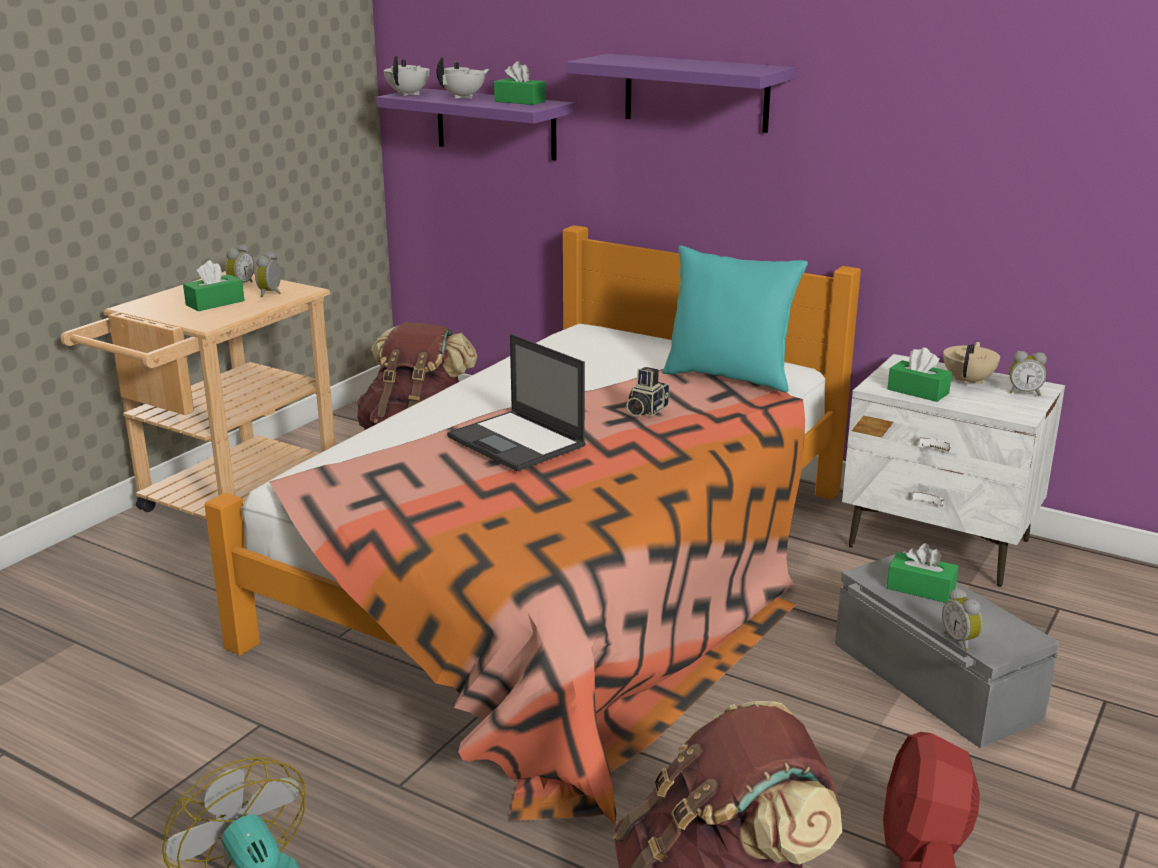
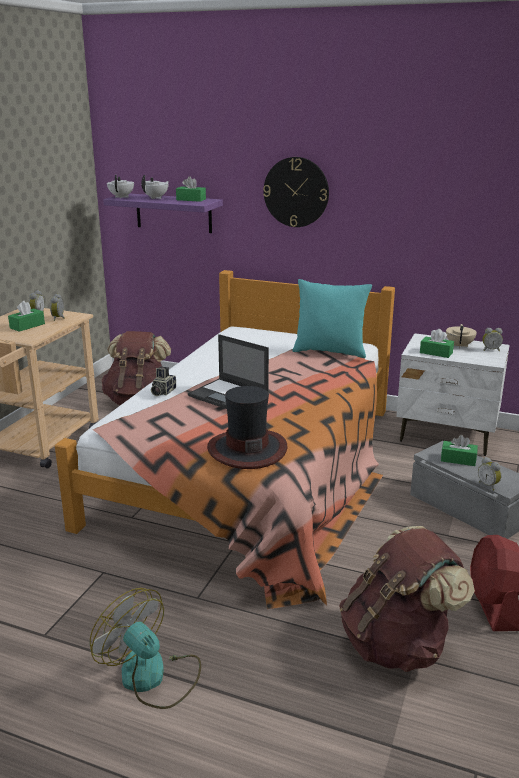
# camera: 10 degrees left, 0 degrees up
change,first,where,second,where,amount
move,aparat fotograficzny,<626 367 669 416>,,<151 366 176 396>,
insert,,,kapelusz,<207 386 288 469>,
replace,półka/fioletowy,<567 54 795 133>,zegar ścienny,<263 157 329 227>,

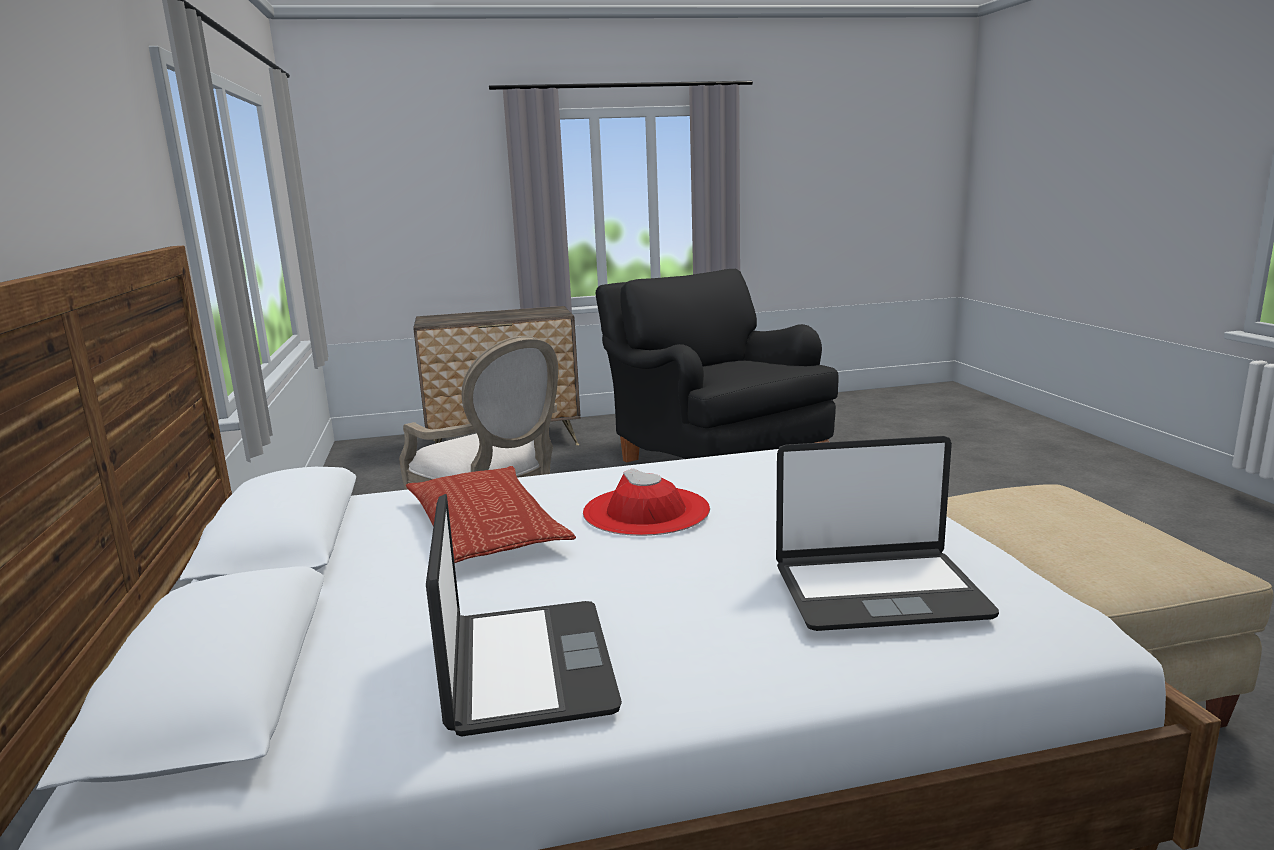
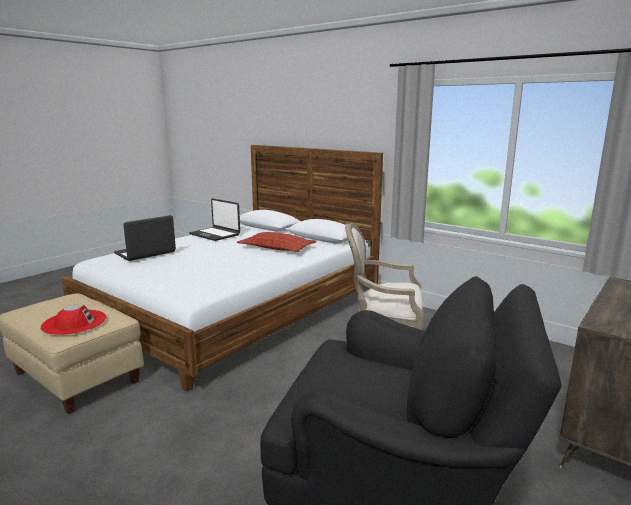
# camera: 140 degrees right, 0 degrees up
change,first,where,second,where,amount
move,kapelusz/czerwony,<583 468 710 536>,,<41 305 106 335>,

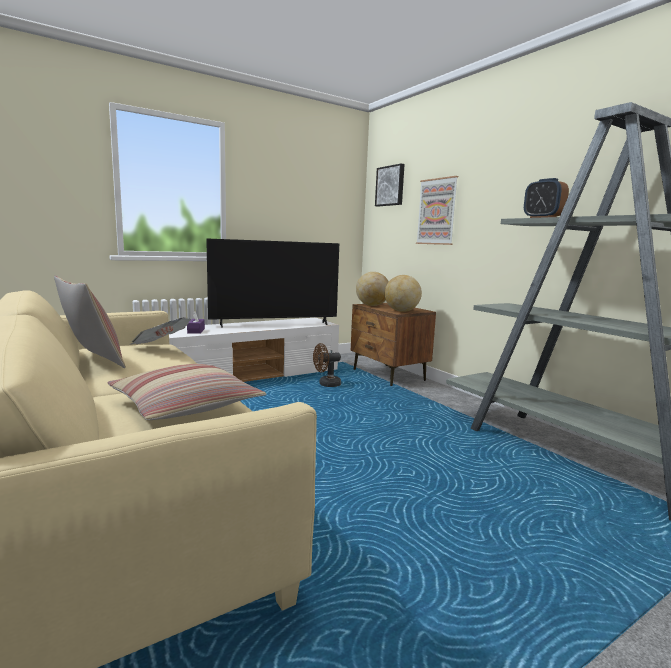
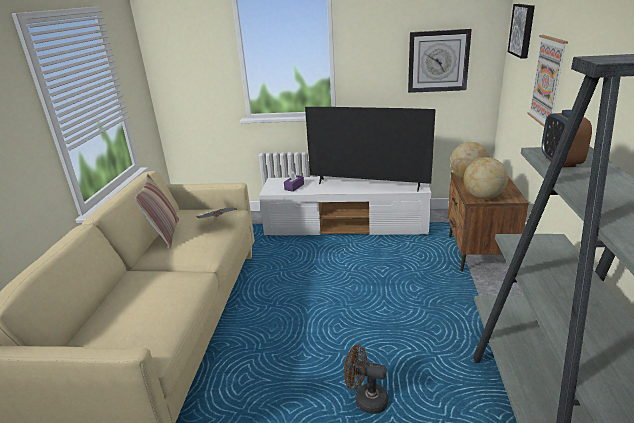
# camera: 40 degrees right, 15 degrees up
change,first,where,second,where,amount
move,wentylator/brązowy,<313 343 341 387>,,<344 344 388 414>,
insert,,,zegar ścienny,<408 29 472 93>,
delete,poduszka,<107 364 266 420>,,,

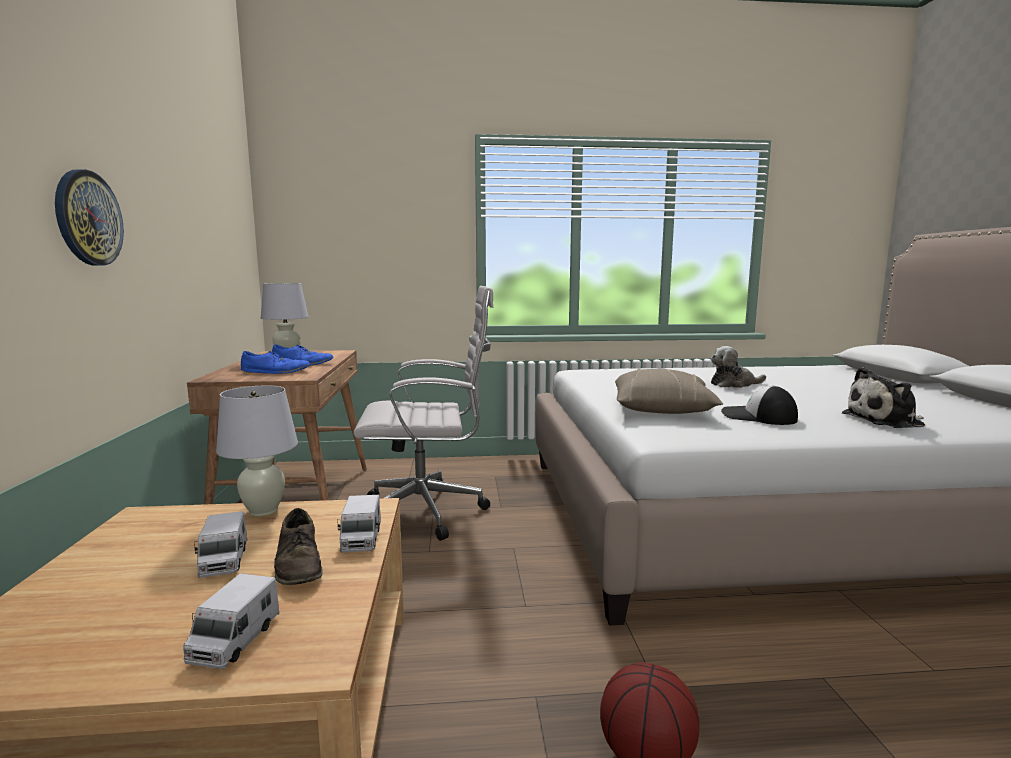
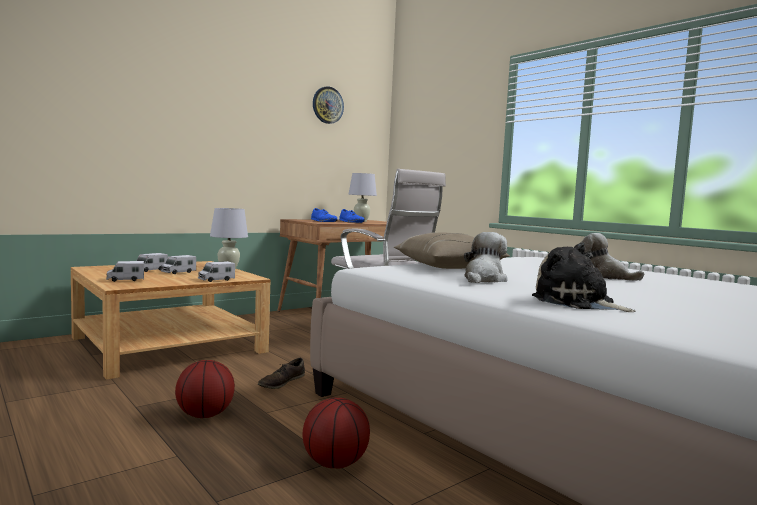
# camera: 55 degrees right, 5 degrees down
change,first,where,second,where,amount
insert,,,ciężarówka zabawkowa,<137 253 168 272>,
move,but/brązowy,<274 508 323 585>,,<258 358 305 389>,
insert,,,piłka do koszykówki,<303 398 370 469>,
move,zegar ścienny,<55 169 124 266>,,<313 86 344 124>,
replace,czapka z daszkiem,<721 386 798 425>,pluszak,<464 232 507 283>,

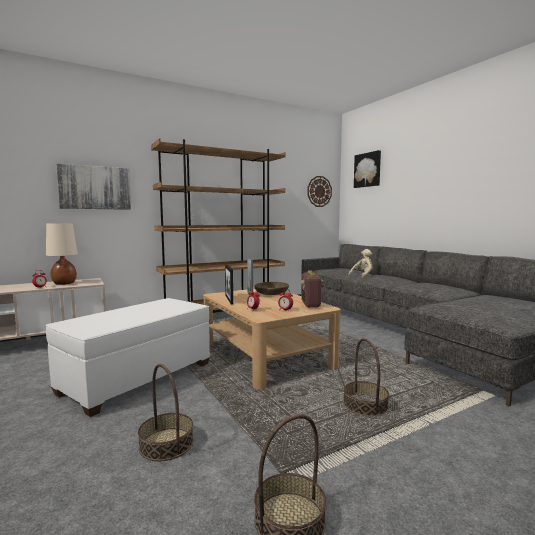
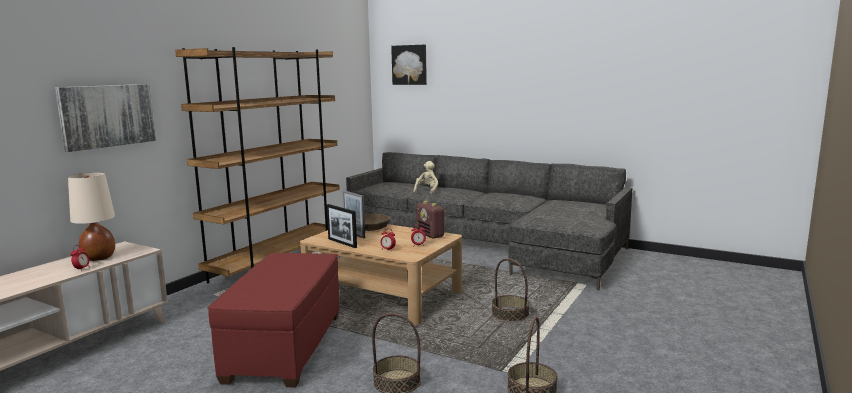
# camera: 30 degrees left, 5 degrees up
change,first,where,second,where,amount
recolor,pufa/biały,<45 298 210 417>,pufa/czerwony,<208 253 340 388>,
delete,zegar ścienny,<307 176 332 207>,,,

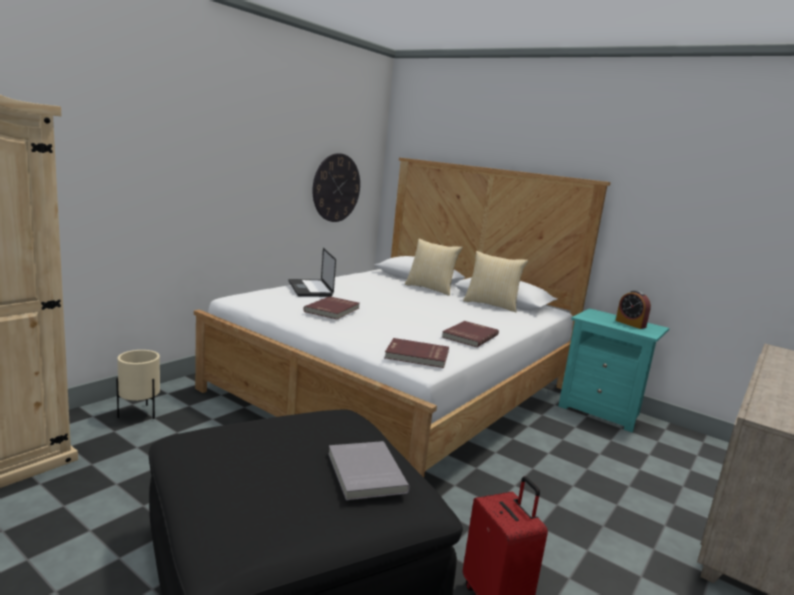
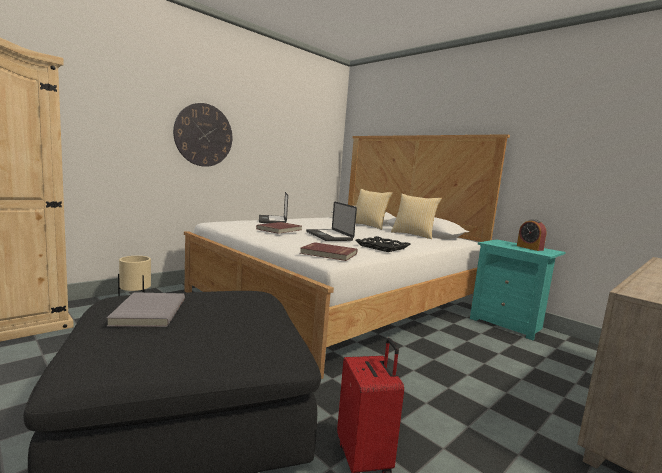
# camera: 10 degrees right, 5 degrees down
change,first,where,second,where,amount
move,książka/szary,<328 441 410 500>,,<107 292 185 327>,
move,zegar ścienny,<313 153 360 222>,,<173 103 232 167>,
insert,,,laptop,<306 201 357 241>,
replace,książka/czerwony,<442 321 499 347>,taca/czarny,<355 236 410 252>,

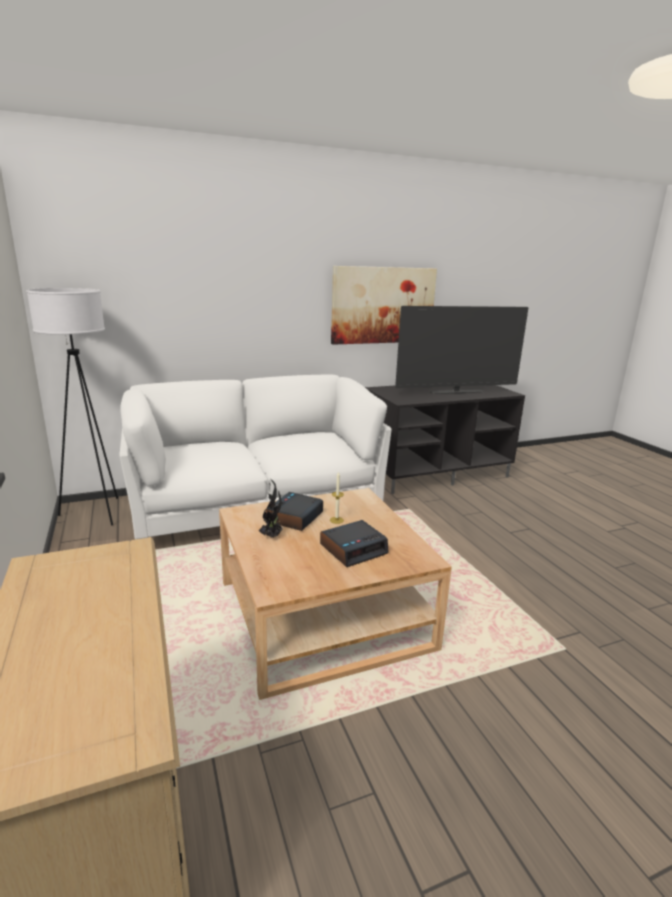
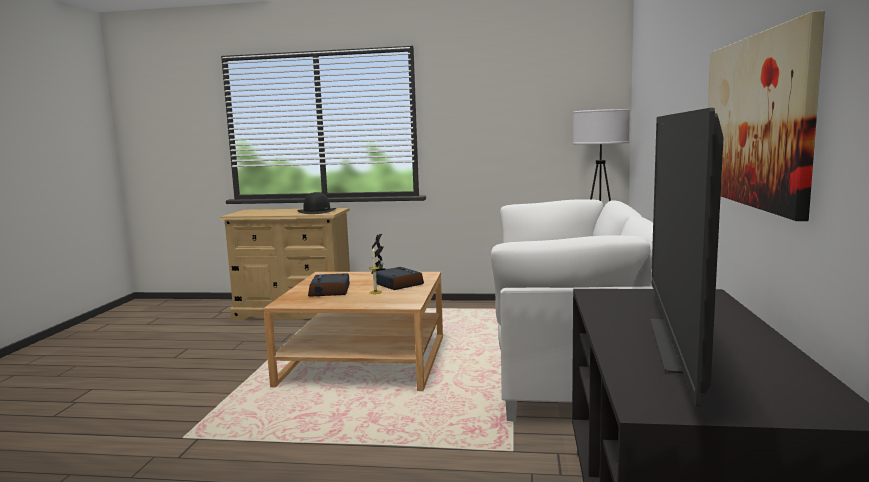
# camera: 120 degrees right, 10 degrees down
change,first,where,second,where,amount
insert,,,kapelusz/czarny,<297 192 336 214>,

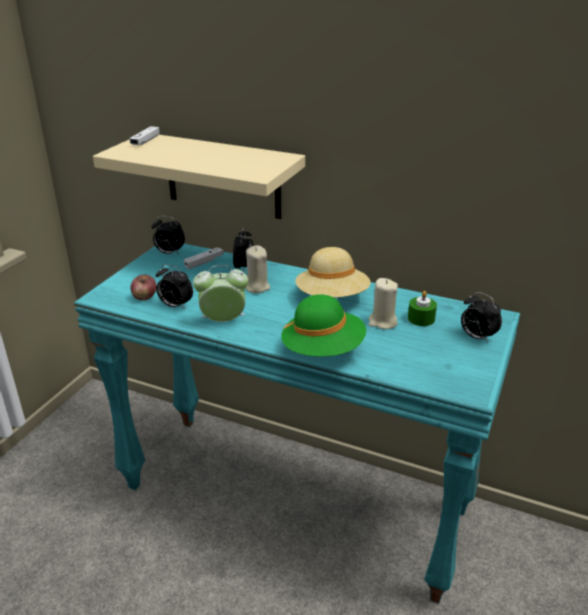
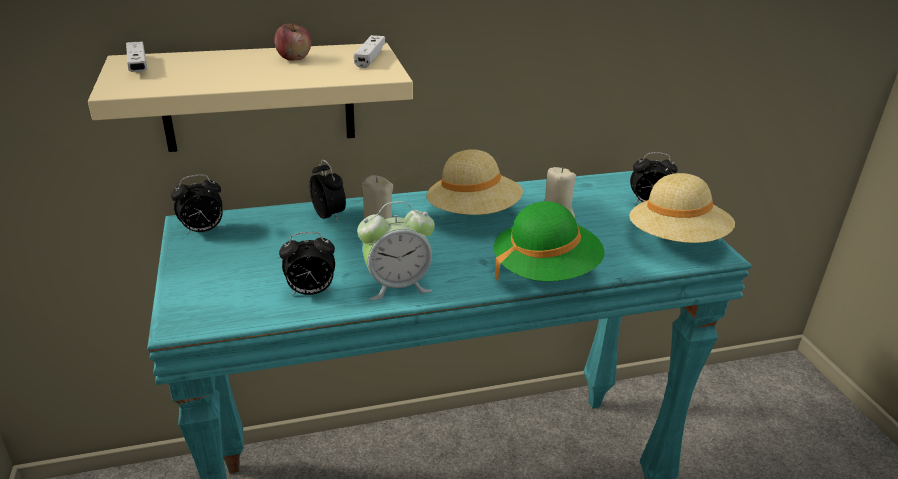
# camera: 40 degrees left, 0 degrees up
change,first,where,second,where,amount
move,jabłko,<131 275 157 300>,,<274 23 311 61>,
move,pad do gier/biały,<184 247 223 269>,,<354 35 386 68>,
rotate,budzik,<193 265 248 322>,,<357 201 435 300>,150 degrees counterclockwise
insert,,,kapelusz/beżowy,<629 173 735 243>,
delete,świeca/zielony,<408 291 437 326>,,,

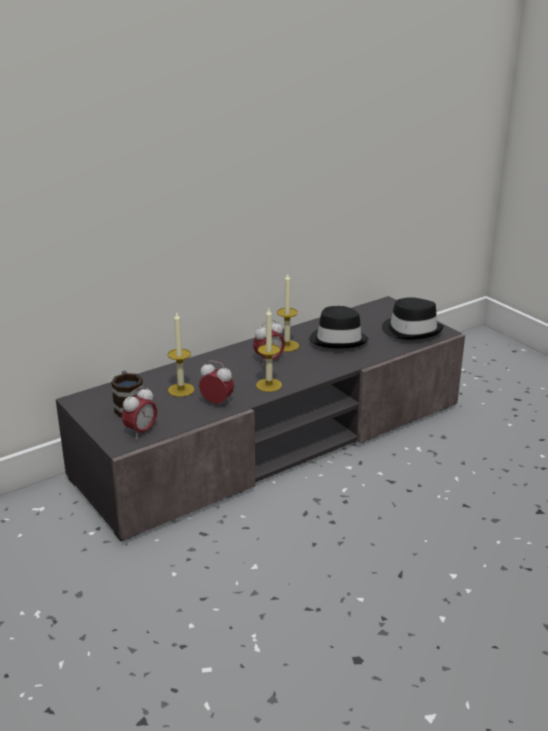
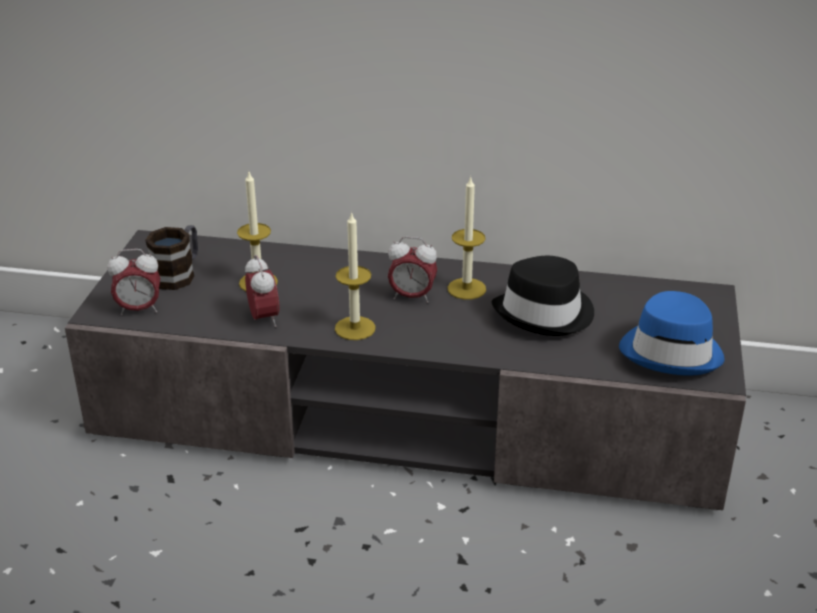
# camera: 45 degrees right, 5 degrees up
change,first,where,second,where,amount
recolor,kapelusz/czarny,<382 297 444 340>,kapelusz/niebieski,<619 291 725 376>,

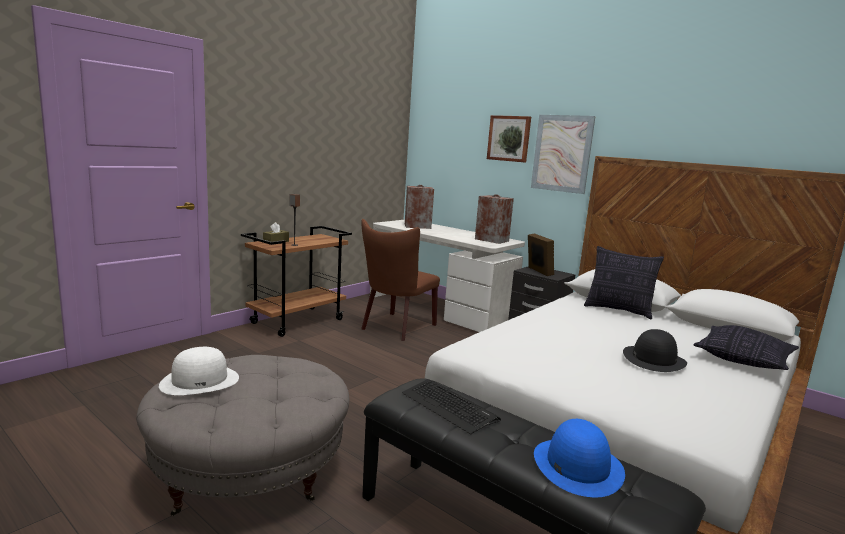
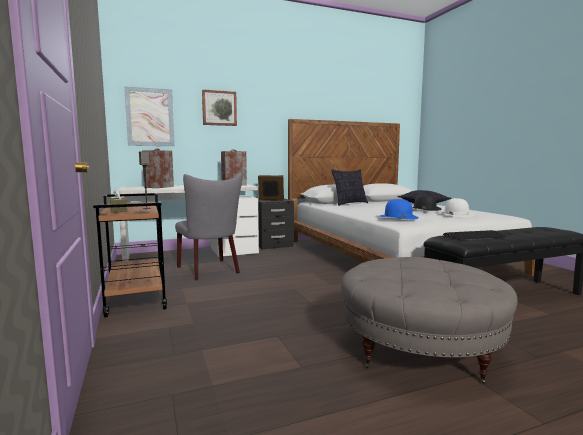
# camera: 60 degrees left, 5 degrees down
change,first,where,second,where,amount
move,obraz,<531 115 596 194>,,<124 86 175 146>,
recolor,krzesło/brązowy,<361 219 440 341>,krzesło/szary,<175 173 242 280>,
move,kapelusz/niebieski,<534 419 625 497>,,<379 199 418 219>,
move,kapelusz/biały,<159 347 239 395>,,<439 198 475 217>,

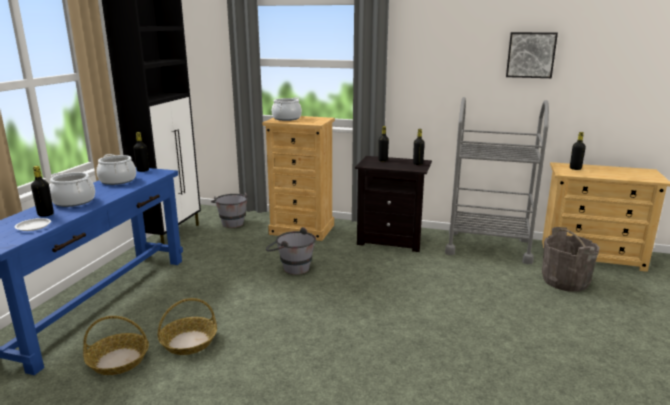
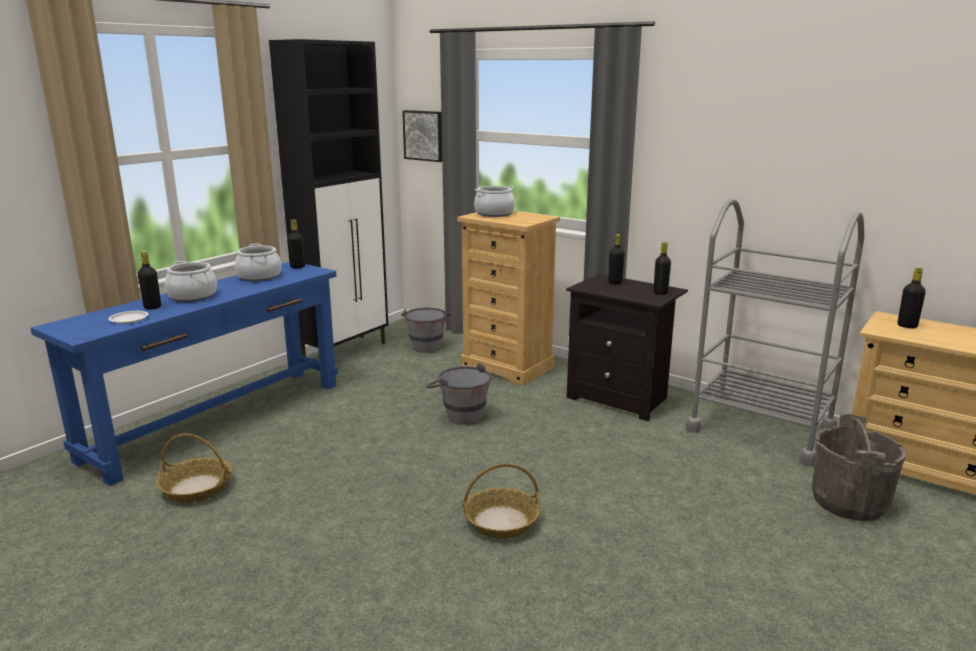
# camera: 20 degrees right, 0 degrees up
change,first,where,second,where,amount
move,obraz,<506 32 558 78>,,<402 110 442 162>,
move,koszyk,<157 298 217 355>,,<463 463 540 539>,

